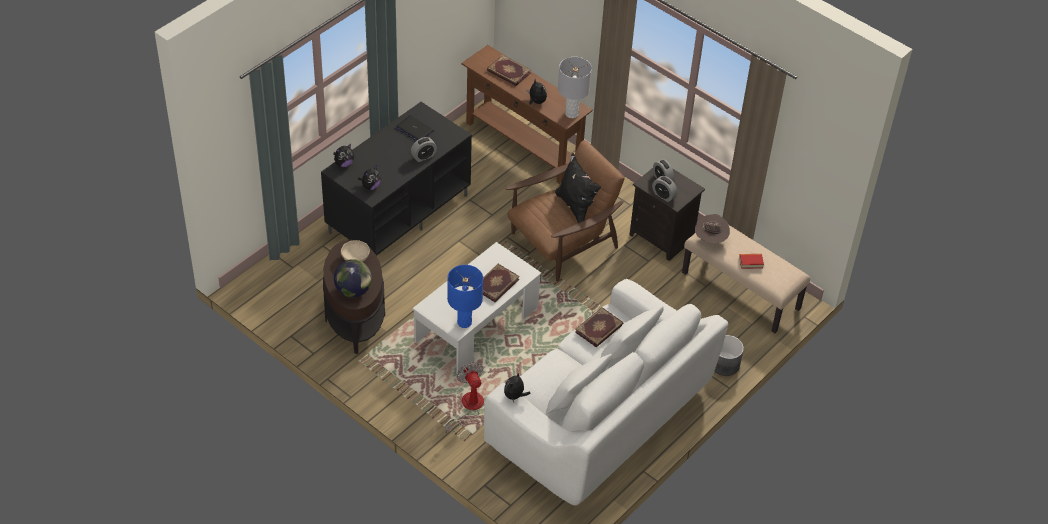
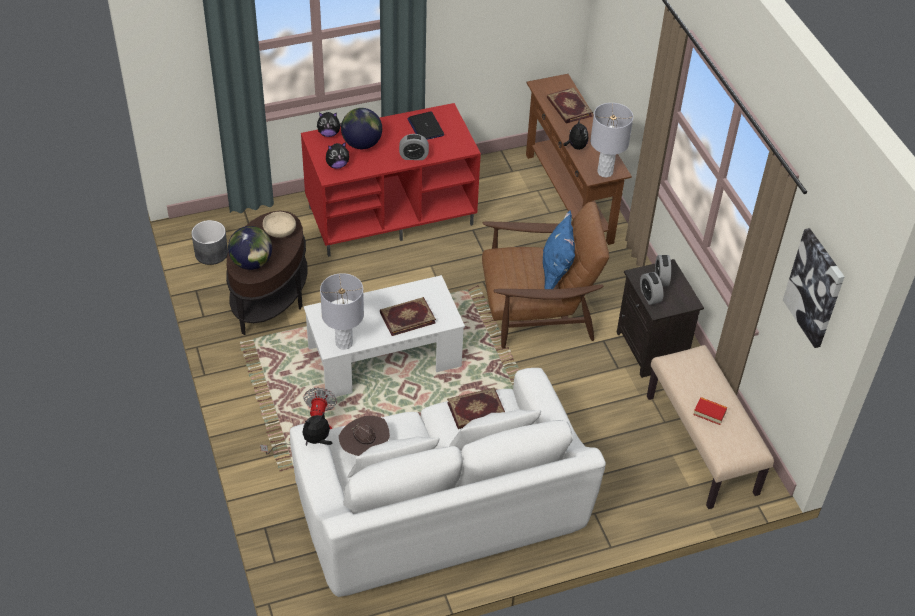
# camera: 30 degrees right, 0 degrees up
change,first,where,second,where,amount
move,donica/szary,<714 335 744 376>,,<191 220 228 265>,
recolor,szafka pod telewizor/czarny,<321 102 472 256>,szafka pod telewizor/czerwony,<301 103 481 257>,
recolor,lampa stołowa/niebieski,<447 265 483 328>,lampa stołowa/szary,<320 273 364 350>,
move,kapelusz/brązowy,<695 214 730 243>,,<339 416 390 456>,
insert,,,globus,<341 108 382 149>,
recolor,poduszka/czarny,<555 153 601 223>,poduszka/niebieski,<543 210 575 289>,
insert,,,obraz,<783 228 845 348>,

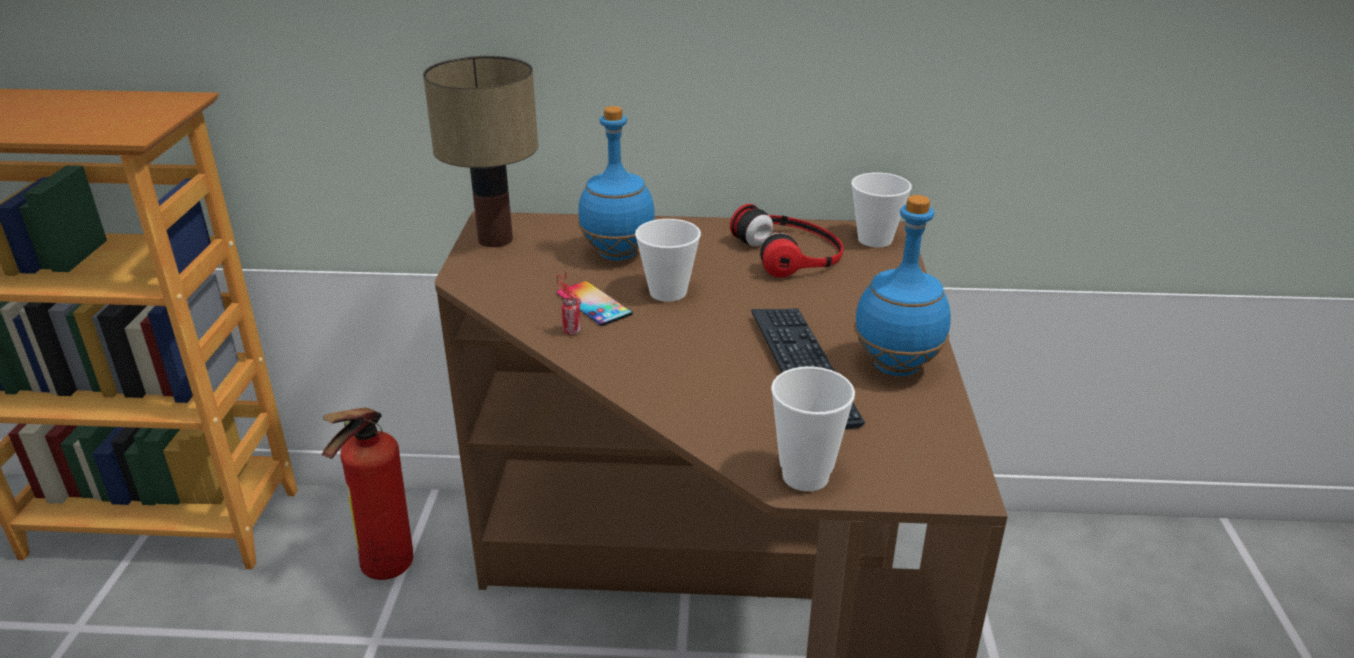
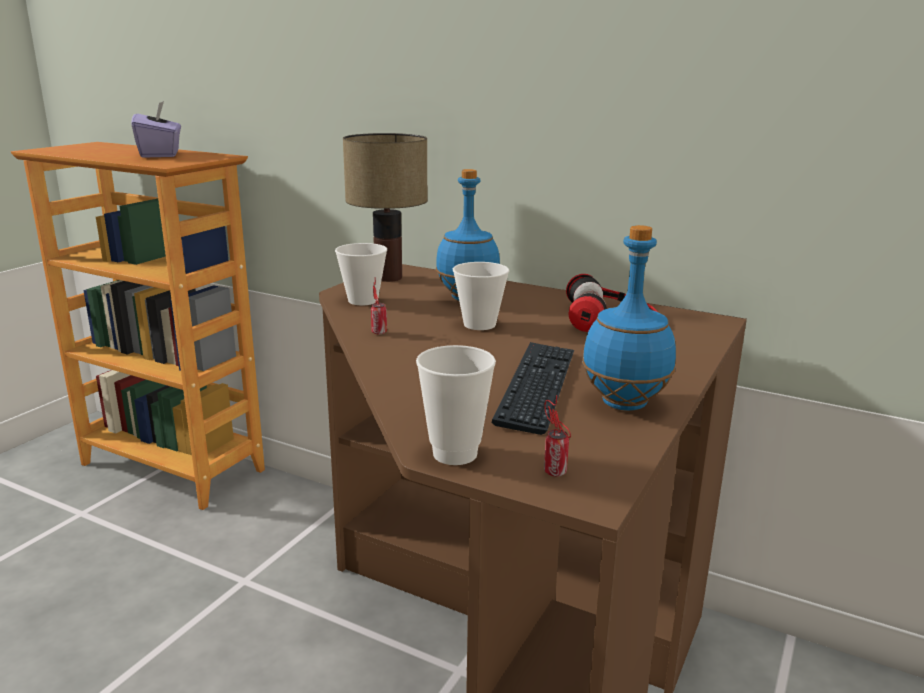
# camera: 25 degrees right, 10 degrees down
change,first,where,second,where,amount
insert,,,pudełko chusteczek/fioletowy,<131 101 181 158>,
move,filiżanka,<851 173 912 247>,,<335 243 387 305>,
insert,,,puszka,<544 395 571 476>,
delete,gaśnica,<322 407 413 580>,,,
delete,telefon,<556 281 633 326>,,,

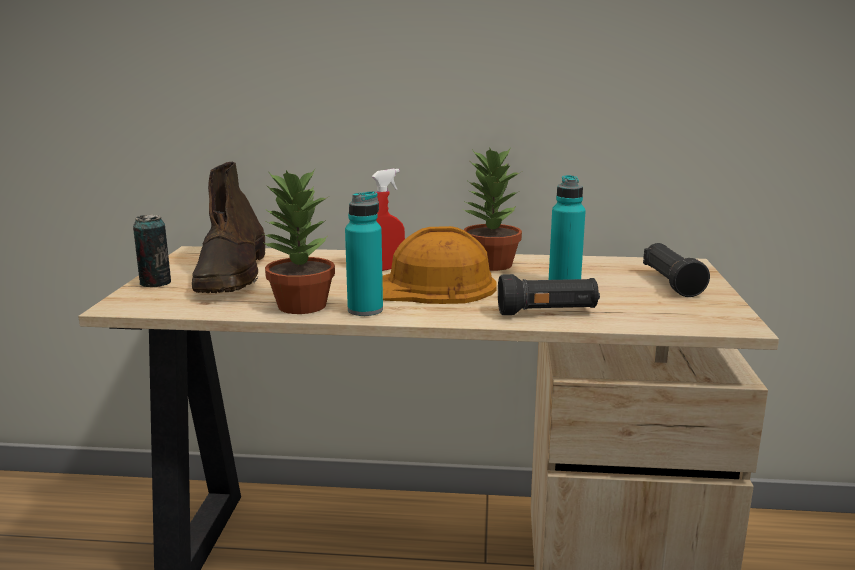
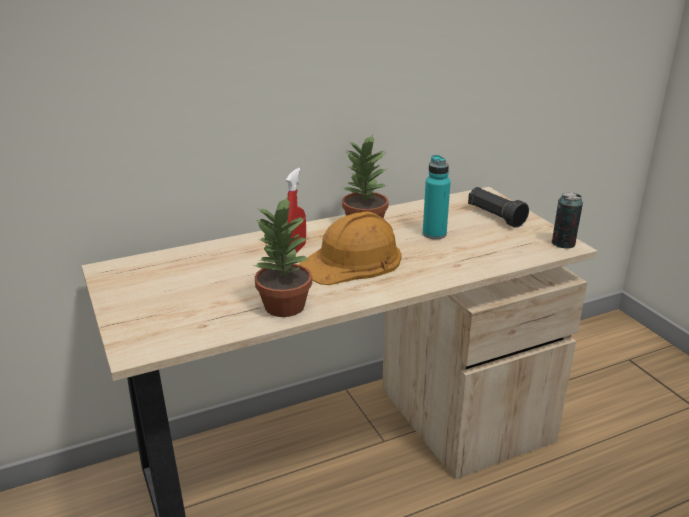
# camera: 30 degrees left, 10 degrees up
change,first,where,second,where,amount
move,puszka,<133 214 171 287>,,<552 192 583 249>,
delete,but z cholewką/brązowy,<192 162 265 293>,,,
delete,butelka/turkusowy,<345 191 383 316>,,,
delete,latarka/czarny,<498 274 600 315>,,,

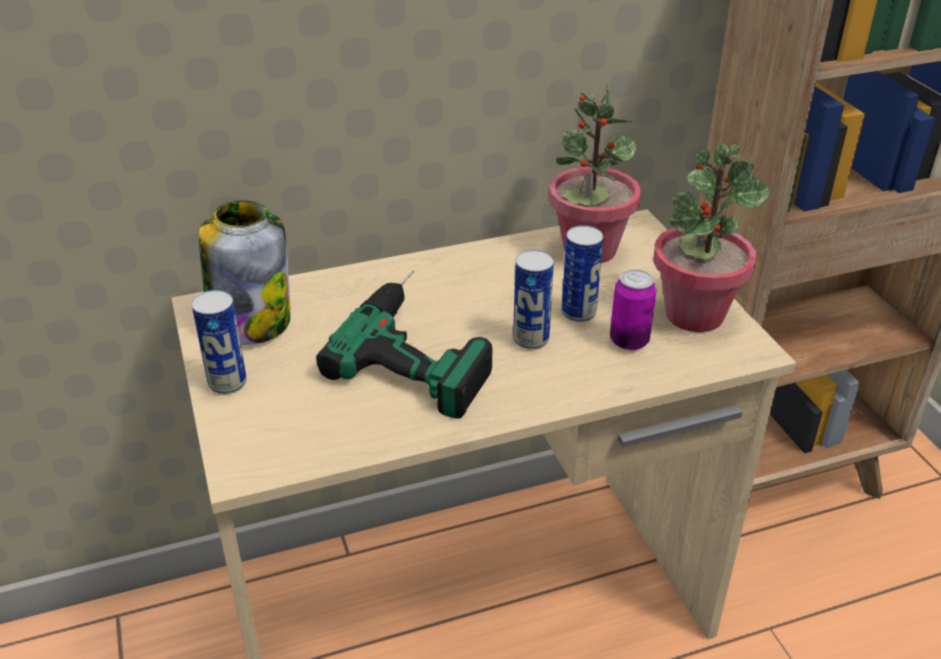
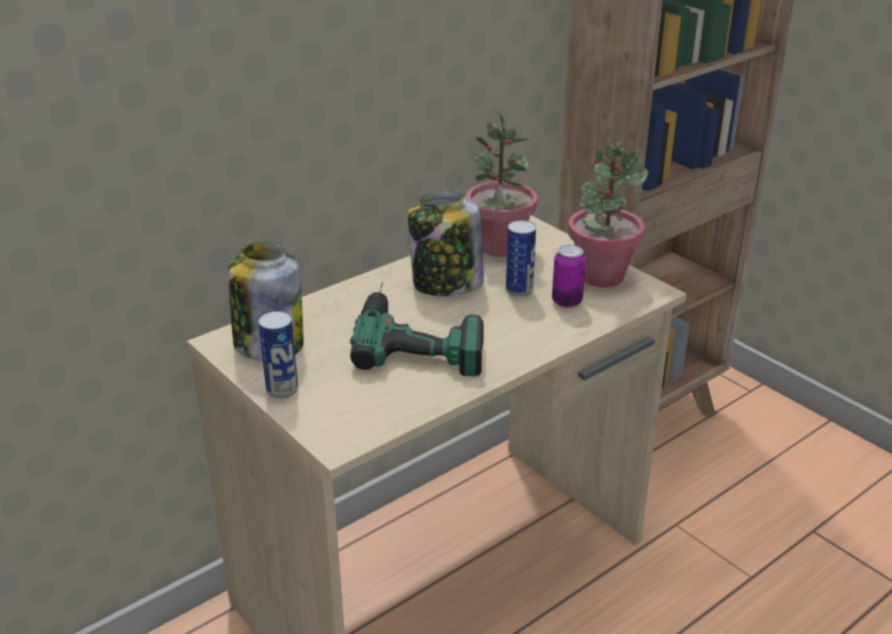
# camera: 20 degrees left, 5 degrees down
change,first,where,second,where,amount
insert,,,słoik,<408 191 484 296>,
delete,puszka,<513 250 554 349>,,,

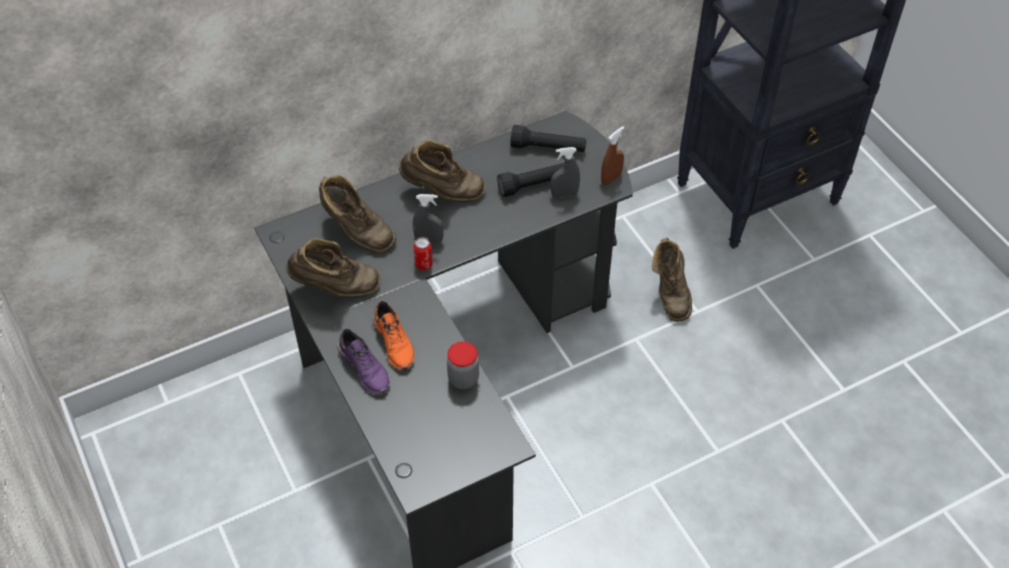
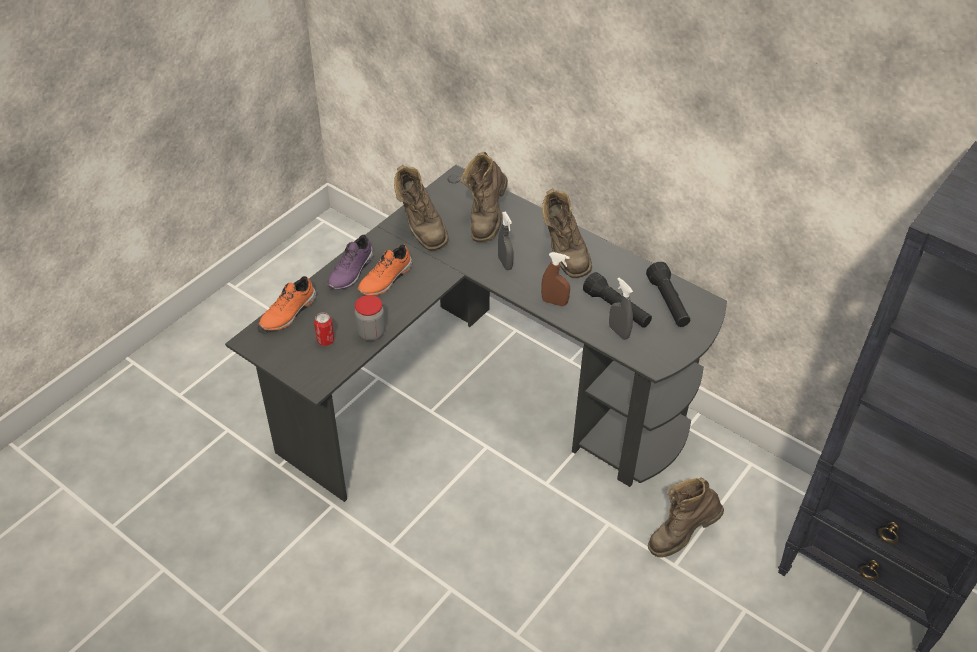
# camera: 65 degrees right, 5 degrees down
change,first,where,second,where,amount
insert,,,but/pomarańczowy,<259 276 316 331>,
move,puszka,<413 237 433 270>,,<314 312 334 346>,
move,spryskiwacz/brązowy,<601 126 624 185>,,<541 252 570 306>,

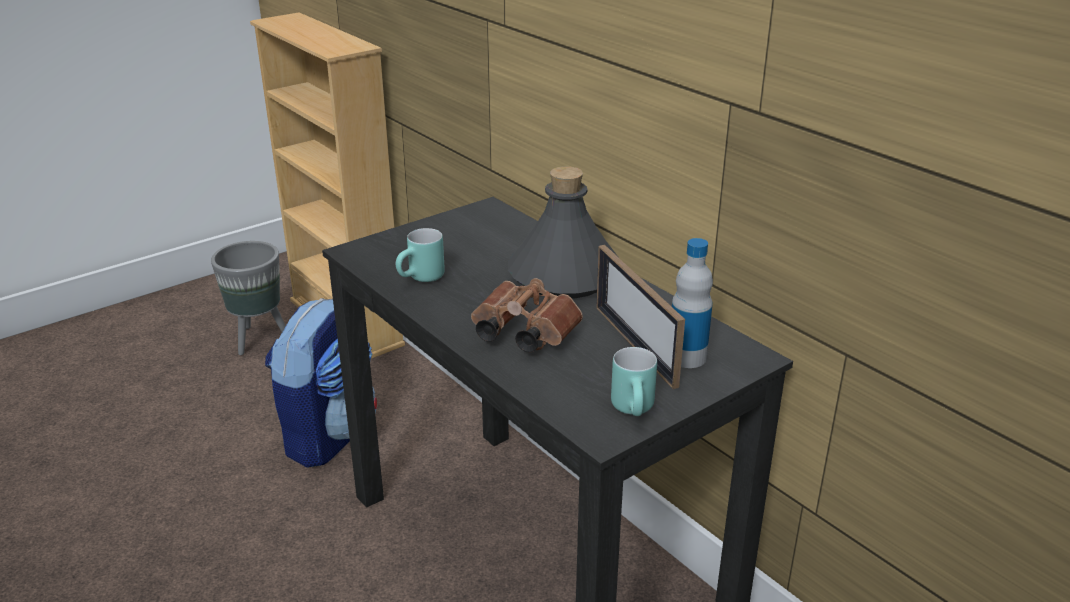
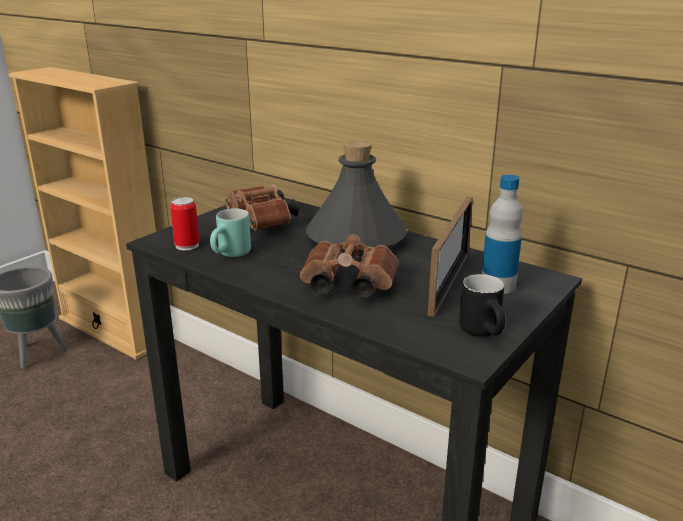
# camera: 15 degrees left, 5 degrees down
change,first,where,second,where,amount
insert,,,puszka,<170 197 199 251>,
insert,,,lornetka/brązowy,<225 184 299 231>,
rotate,ramka na zdjęcie,<596 245 685 389>,,<428 197 473 317>,120 degrees counterclockwise
recolor,kubek/turkusowy,<611 347 657 416>,kubek/czarny,<459 274 505 337>,
delete,plecak,<265 298 377 468>,,,

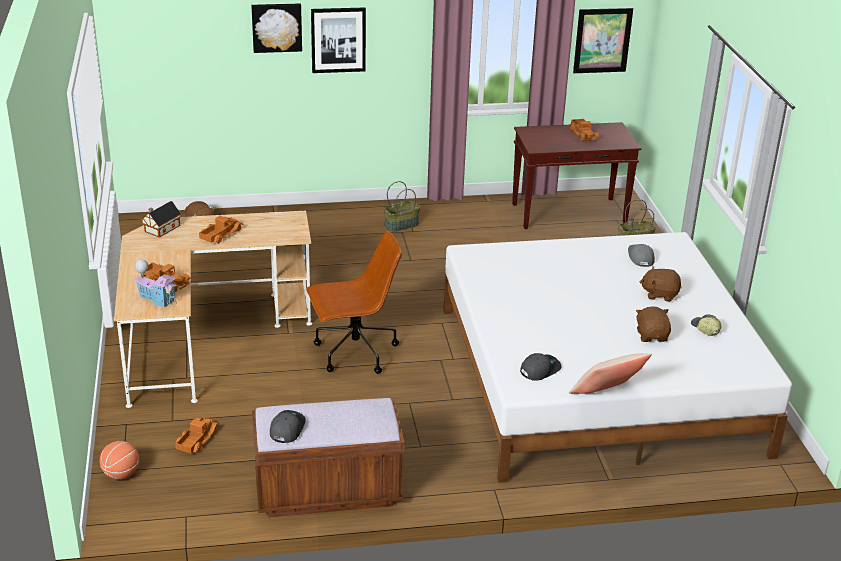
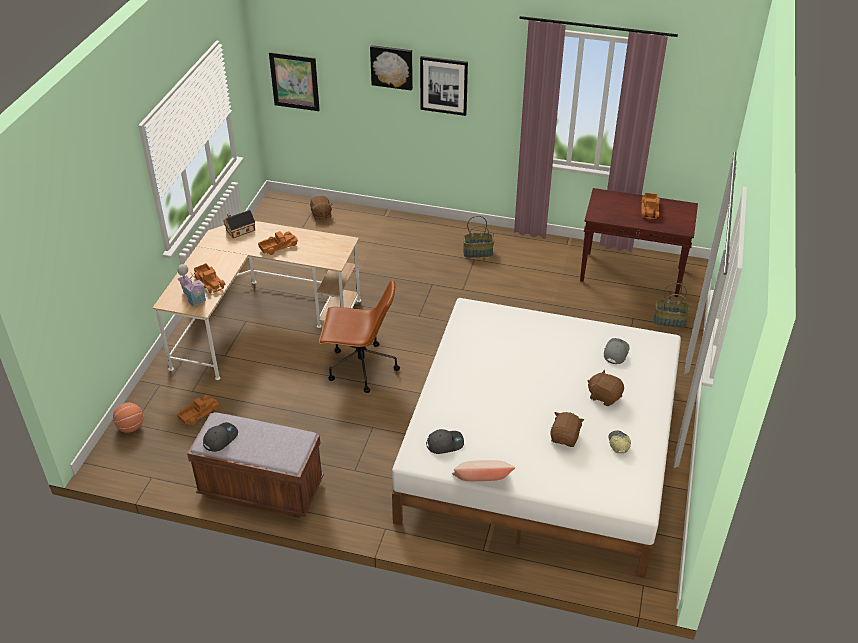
# camera: 25 degrees right, 10 degrees up
change,first,where,second,where,amount
move,obraz,<573 8 633 73>,,<269 52 320 111>,

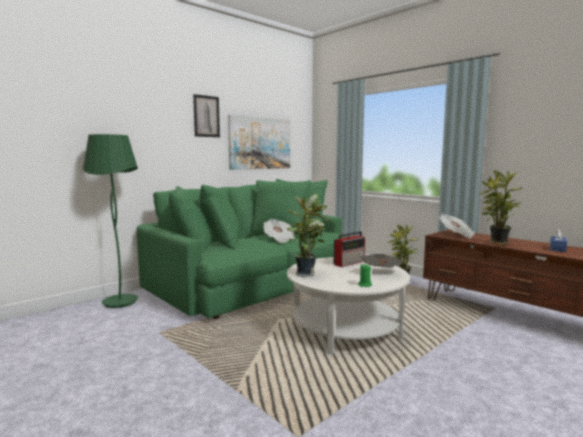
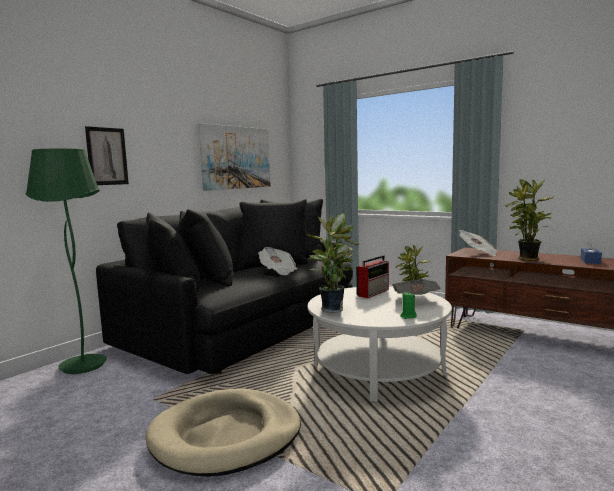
# camera: 10 degrees left, 0 degrees up
change,first,where,second,where,amount
move,obraz,<193 94 220 137>,,<85 126 129 185>,
recolor,kanapa/zielony,<136 179 346 319>,kanapa/czarny,<96 199 353 374>,
insert,,,legowisko/beżowy,<145 388 301 477>,

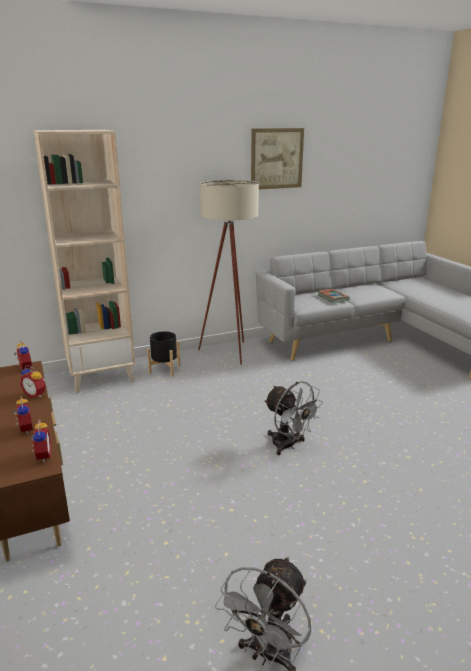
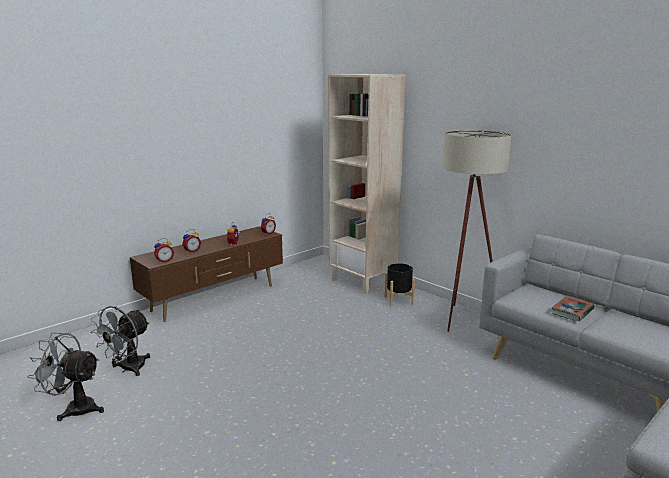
# camera: 70 degrees right, 5 degrees down
change,first,where,second,where,amount
move,wentylator/szary,<264 381 323 455>,,<90 306 150 376>,
delete,obraz,<251 128 304 189>,,,

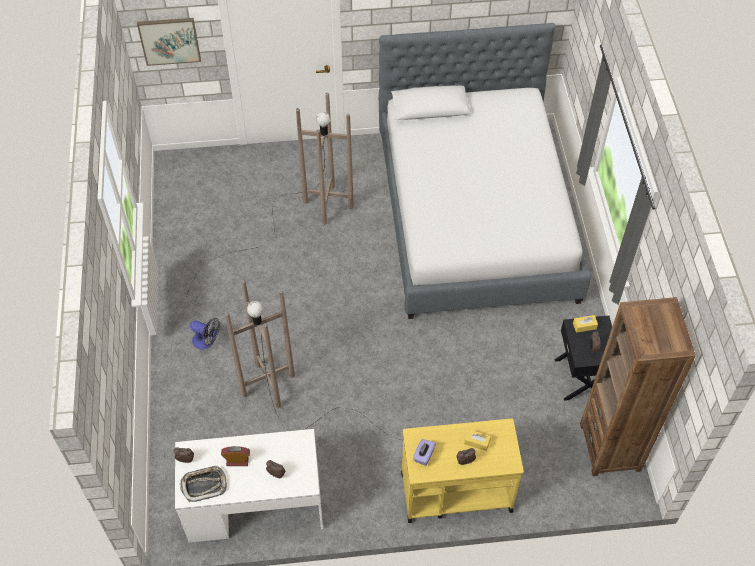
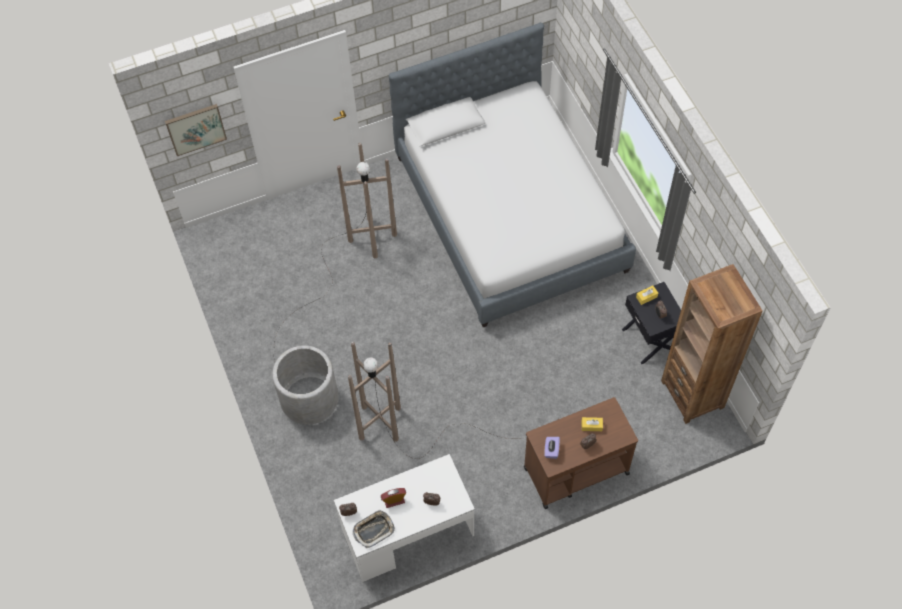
# camera: 15 degrees left, 5 degrees up
change,first,where,second,where,amount
replace,wentylator,<190 318 220 350>,donica/szary,<272 345 338 425>,
recolor,wózek/żółty,<401 419 524 523>,wózek/brązowy,<524 397 638 509>,

